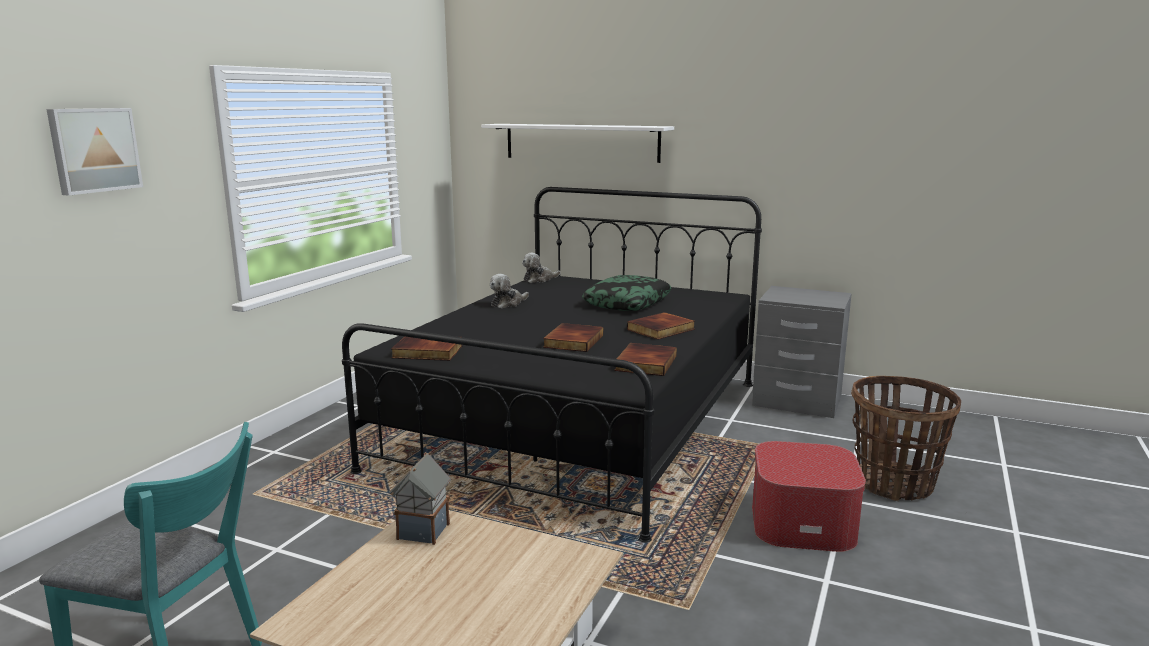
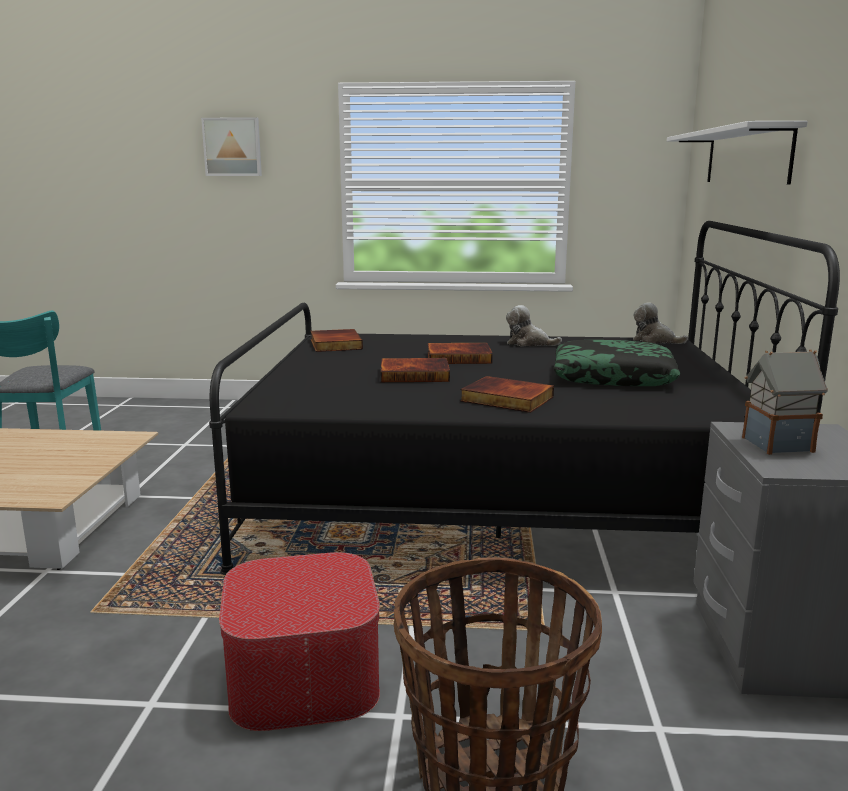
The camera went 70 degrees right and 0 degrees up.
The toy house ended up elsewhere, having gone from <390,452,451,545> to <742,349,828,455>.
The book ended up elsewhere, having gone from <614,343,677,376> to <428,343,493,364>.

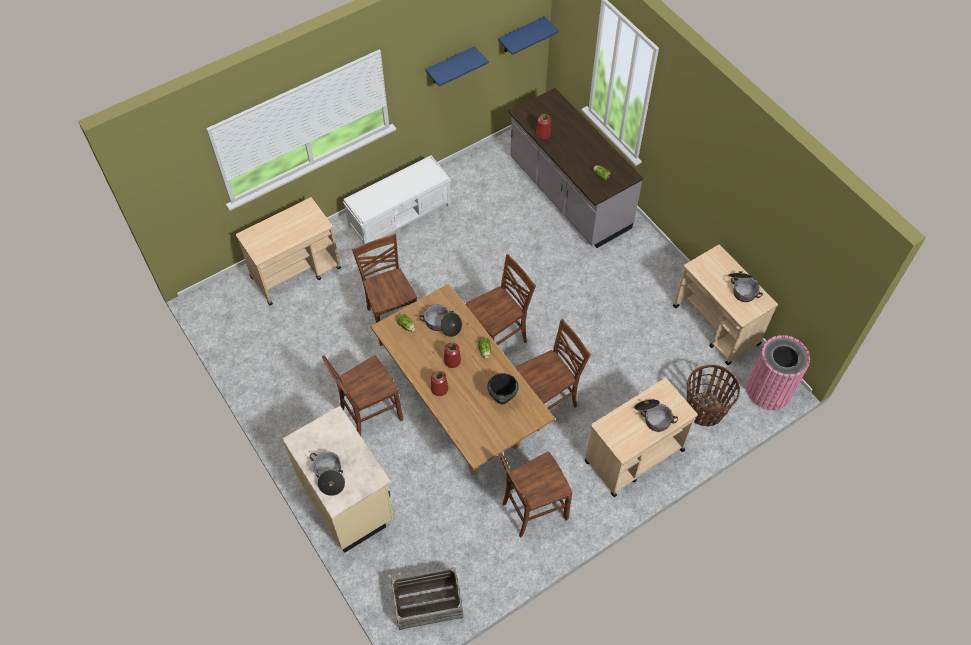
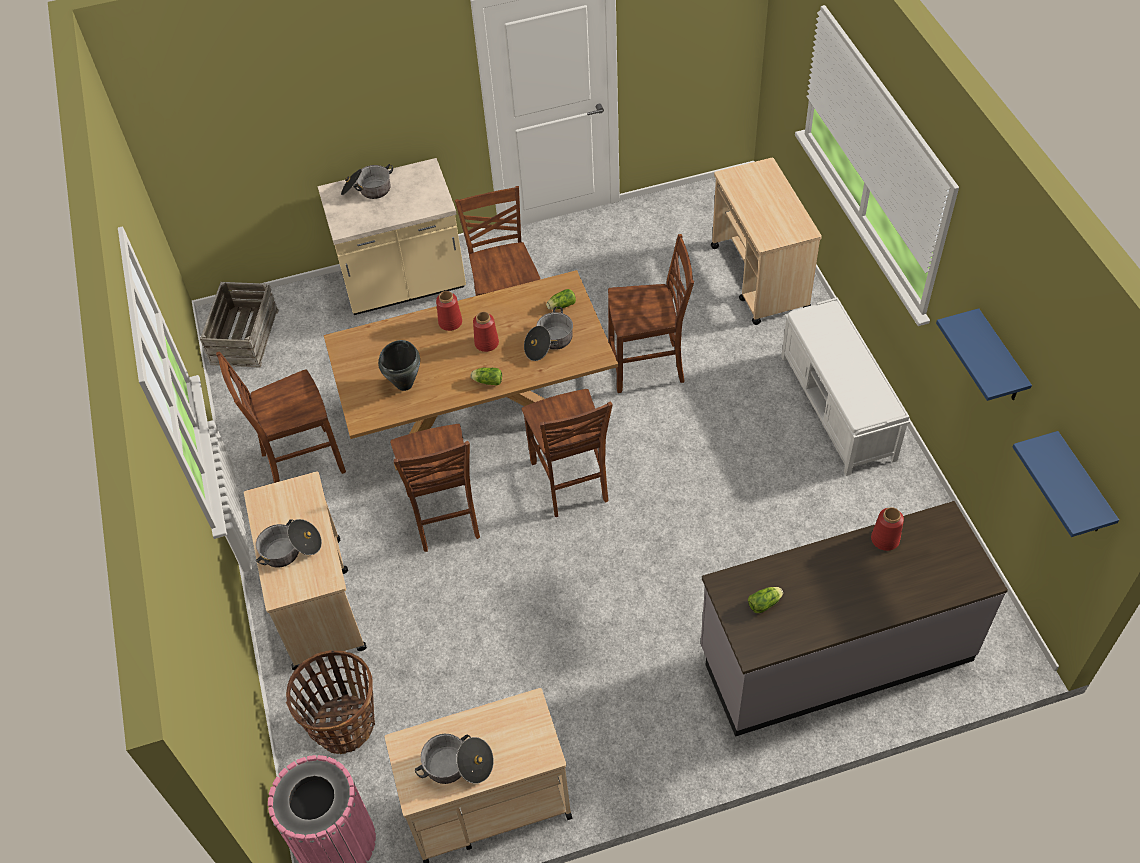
The camera went 110 degrees right and 5 degrees down.
The brown chair at <499,452,572,537> ended up facing another way, 105 degrees counterclockwise from before.

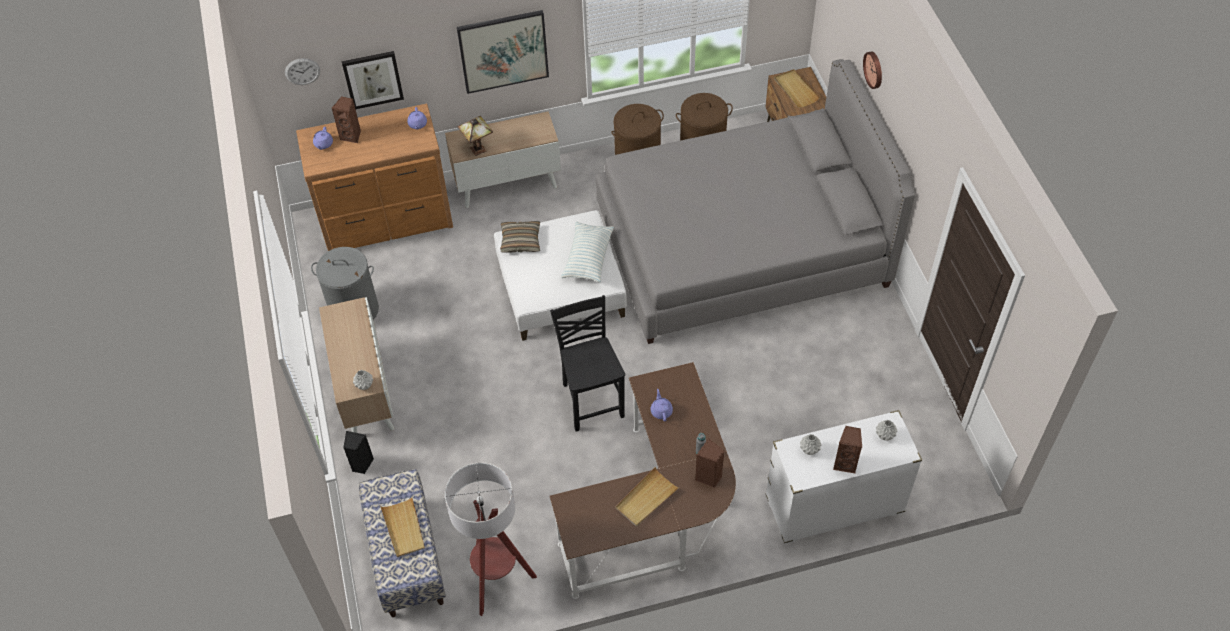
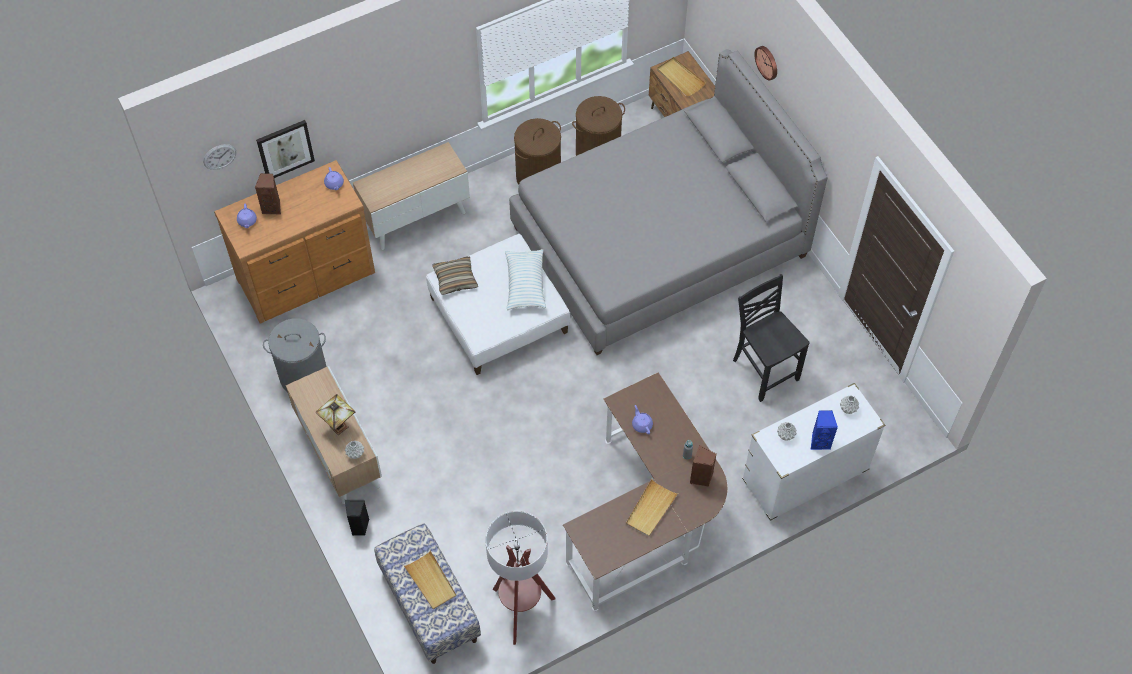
The camera went 15 degrees left and 5 degrees up.
The second view lost the picture at <457,10,549,94>.
The table lamp ended up elsewhere, having gone from <458,116,493,156> to <315,394,356,435>.
The black chair ended up elsewhere, having gone from <550,295,625,432> to <733,274,810,402>.
What was the brown speaker at <833,426,862,474> turned into the blue speaker at <811,410,838,450>.

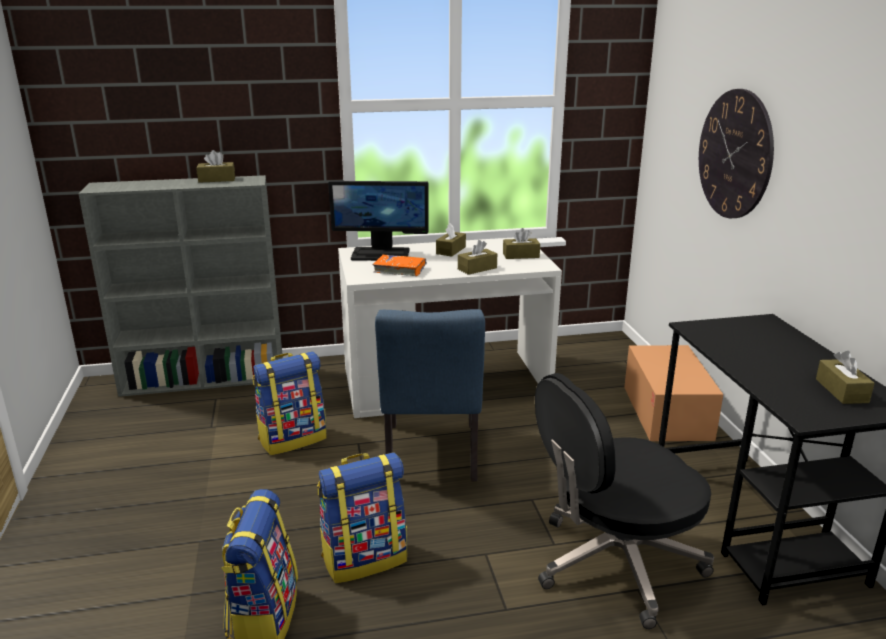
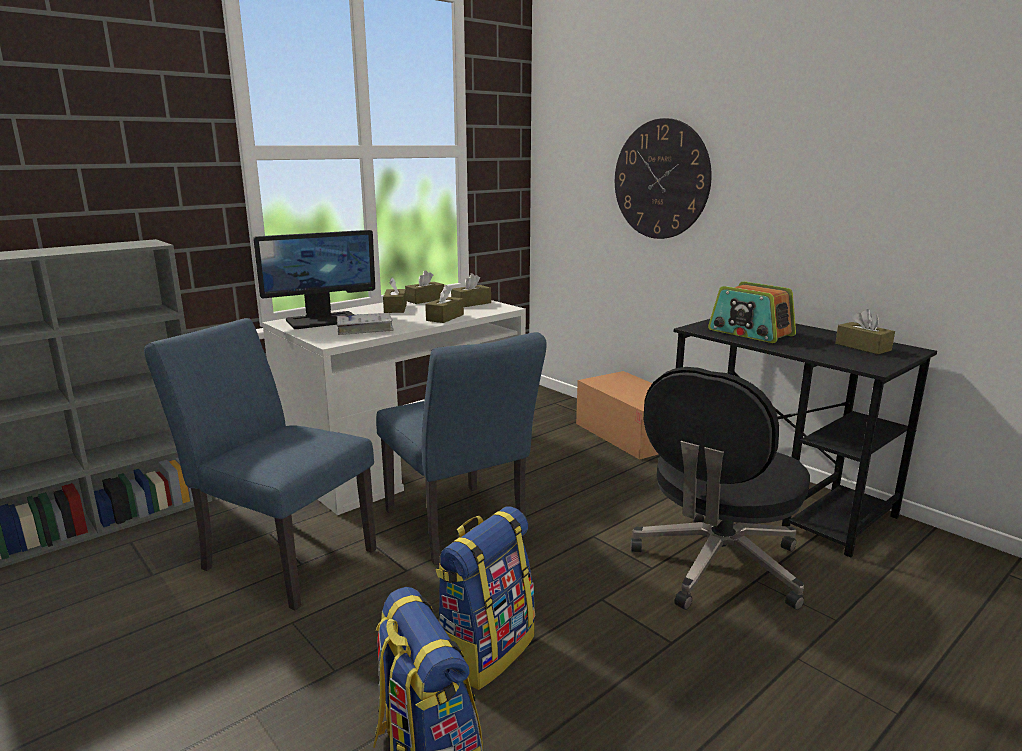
The camera went 30 degrees left and 5 degrees down.
The brown tissue box ended up elsewhere, having gone from <196,150,235,183> to <405,270,444,304>.
Where the backpack stood at <253,351,327,455>, the blue chair came to stand at <144,318,377,611>.
What was the orange book at <373,254,427,276> turned into the white book at <337,313,394,335>.
The second view gained the radio at <708,281,796,343>.

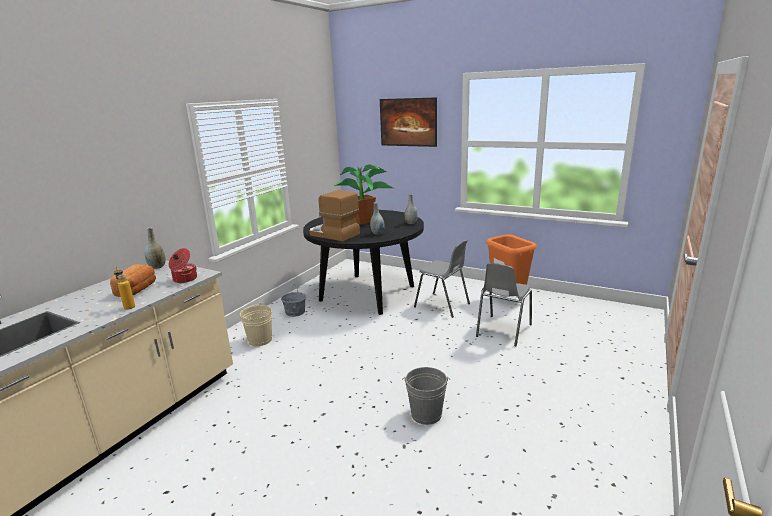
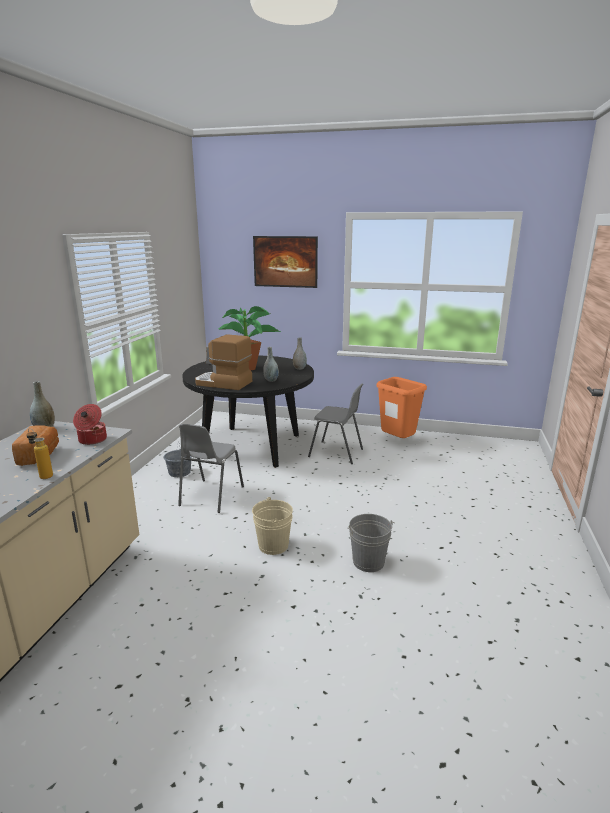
The camera went 15 degrees left and 0 degrees up.
The beige bucket ended up elsewhere, having gone from <240,303,272,346> to <252,497,293,555>.
The grey chair ended up elsewhere, having gone from <476,263,532,347> to <178,424,244,513>.

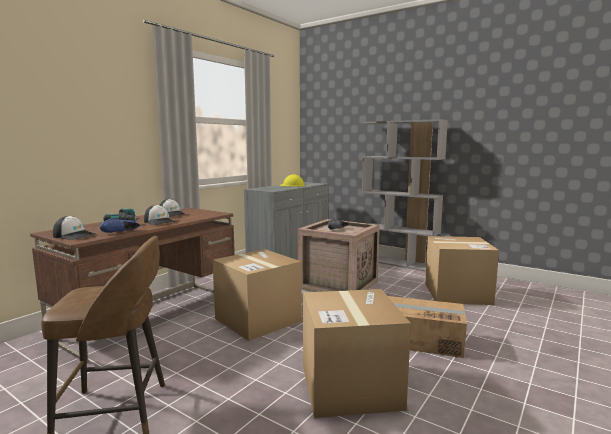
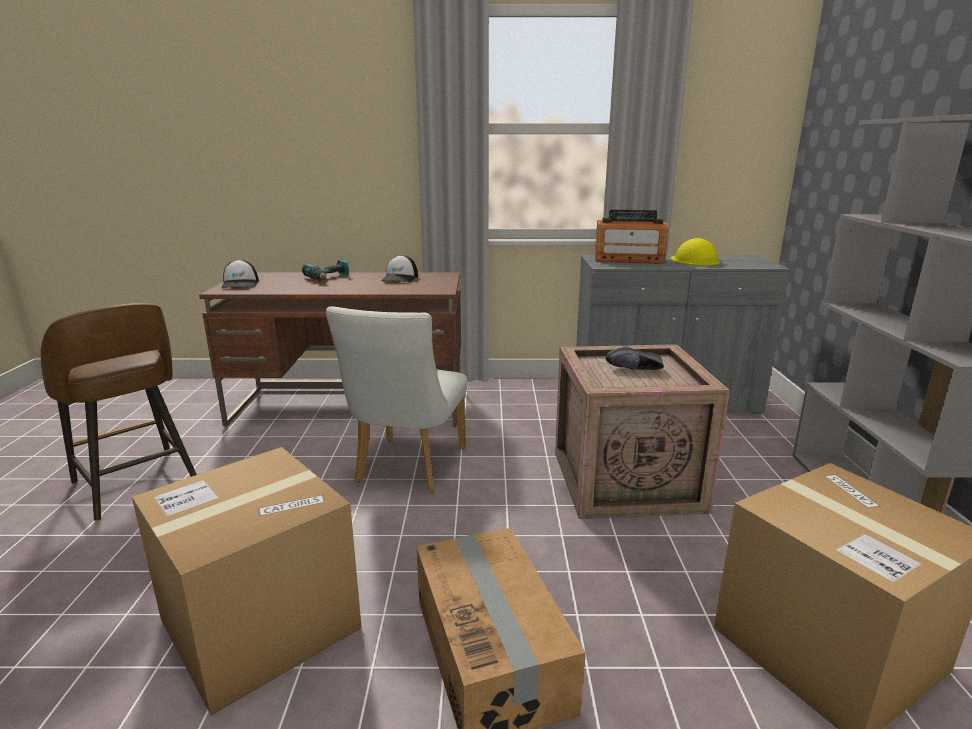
The camera went 55 degrees right and 10 degrees up.
The second view lost the blue shoe at <100,219,140,233>.
The second view lost the cap at <144,205,176,225>.
Where the cardboard box stood at <213,249,302,341>, the white chair came to stand at <326,306,467,493>.
The second view gained the radio at <595,210,668,264>.

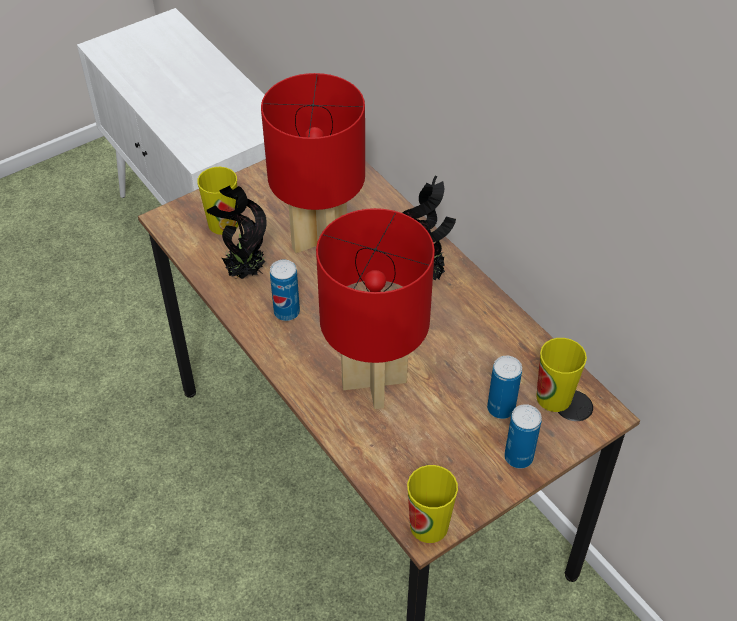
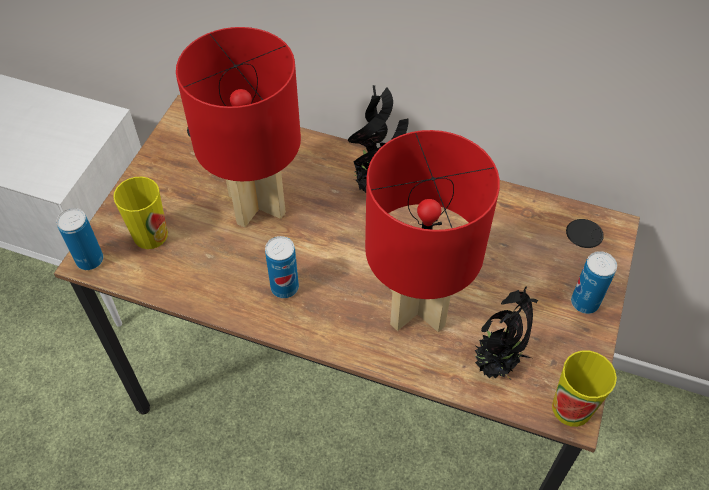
The camera went 35 degrees left and 5 degrees up.
The potted plant ended up elsewhere, having gone from <207,186,267,279> to <473,287,538,380>.
The can ended up elsewhere, having gone from <487,356,522,419> to <57,208,103,270>.
The second view lost the cup at <536,338,587,412>.

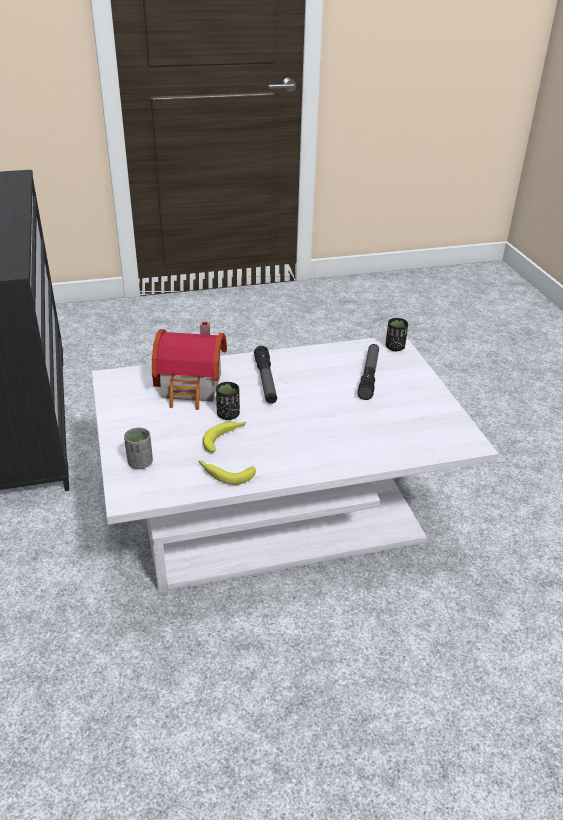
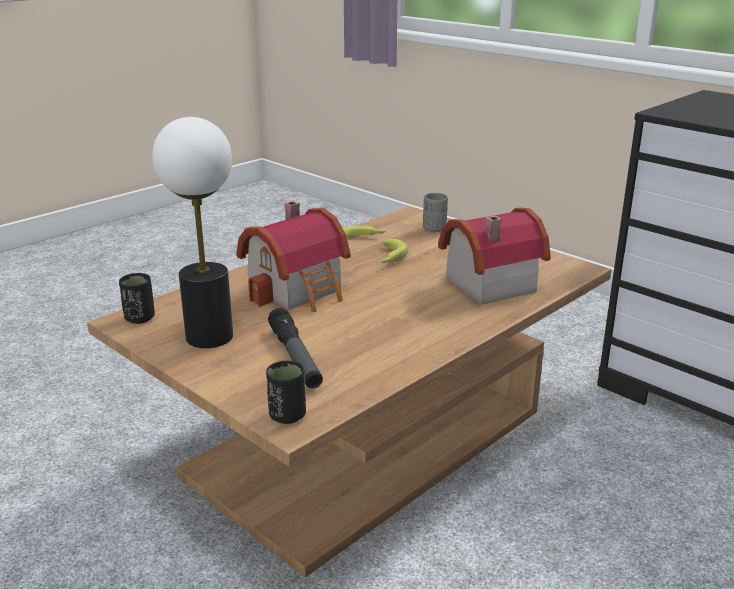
The camera went 150 degrees right and 10 degrees down.
What was the white coffee table at <92,336,499,592> turned into the brown coffee table at <87,206,611,577>.
The black cup ended up elsewhere, having gone from <216,382,240,420> to <119,273,155,324>.
The second view lost the flashlight at <254,346,277,404>.
The second view gained the table lamp at <152,117,233,348>.
The second view gained the toy house at <236,201,350,312>.

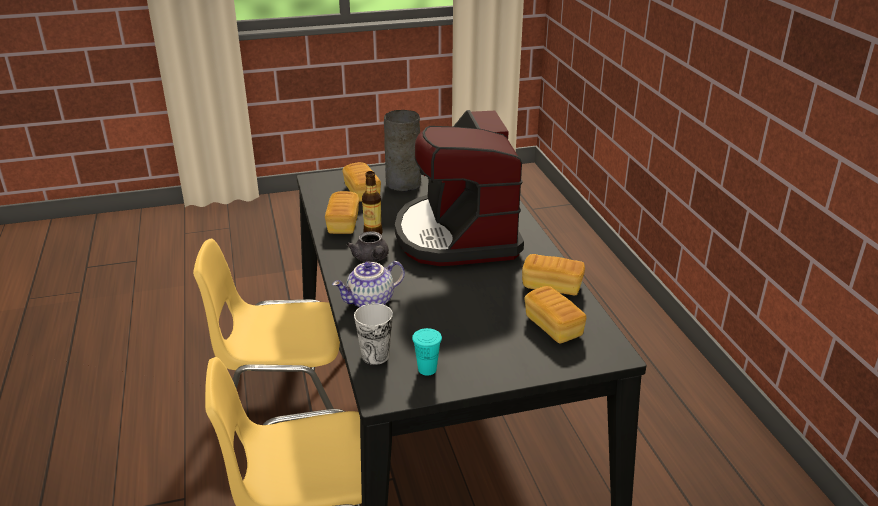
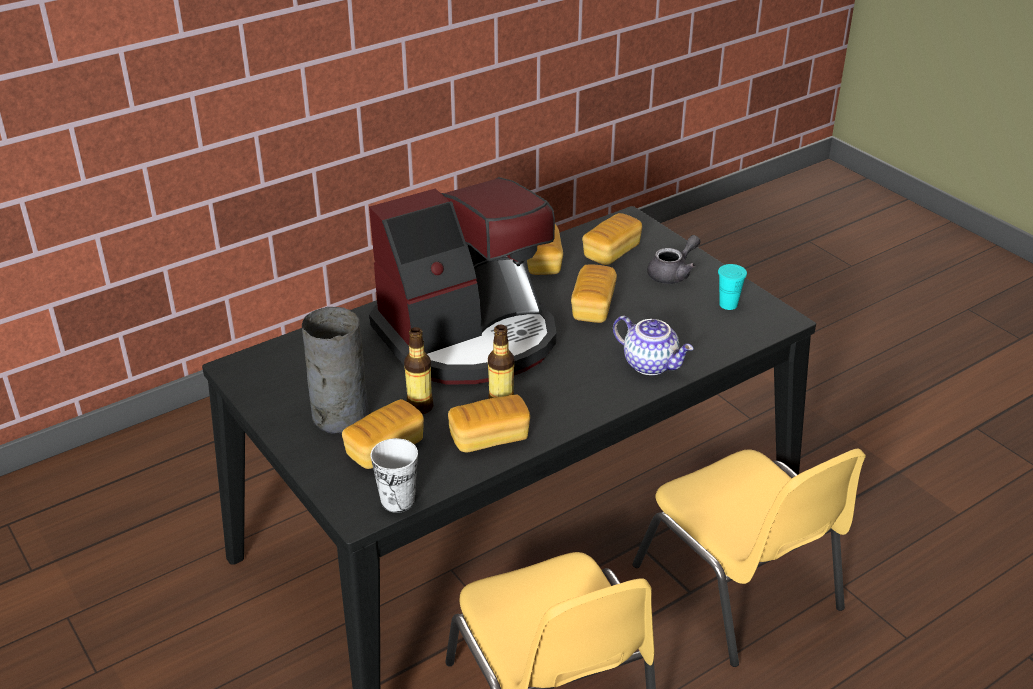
The camera went 110 degrees left and 5 degrees up.
The grey teapot ended up elsewhere, having gone from <347,231,389,262> to <647,235,700,284>.
The cup ended up elsewhere, having gone from <354,303,393,365> to <371,438,418,513>.
The second view gained the bottle at <404,327,433,414>.
The second view gained the bread at <571,264,617,323>.

